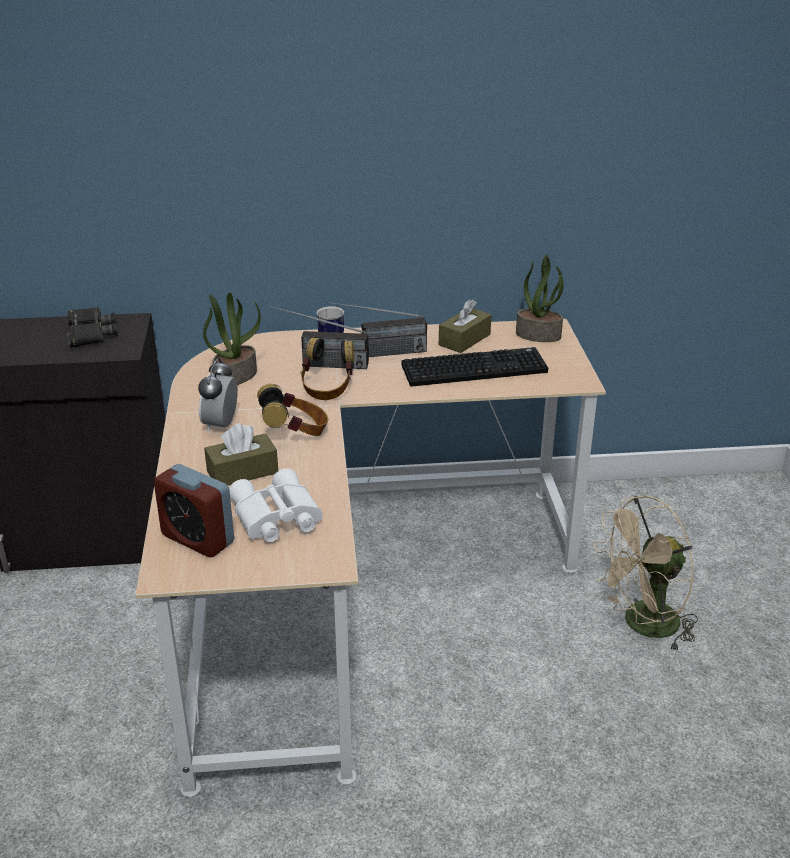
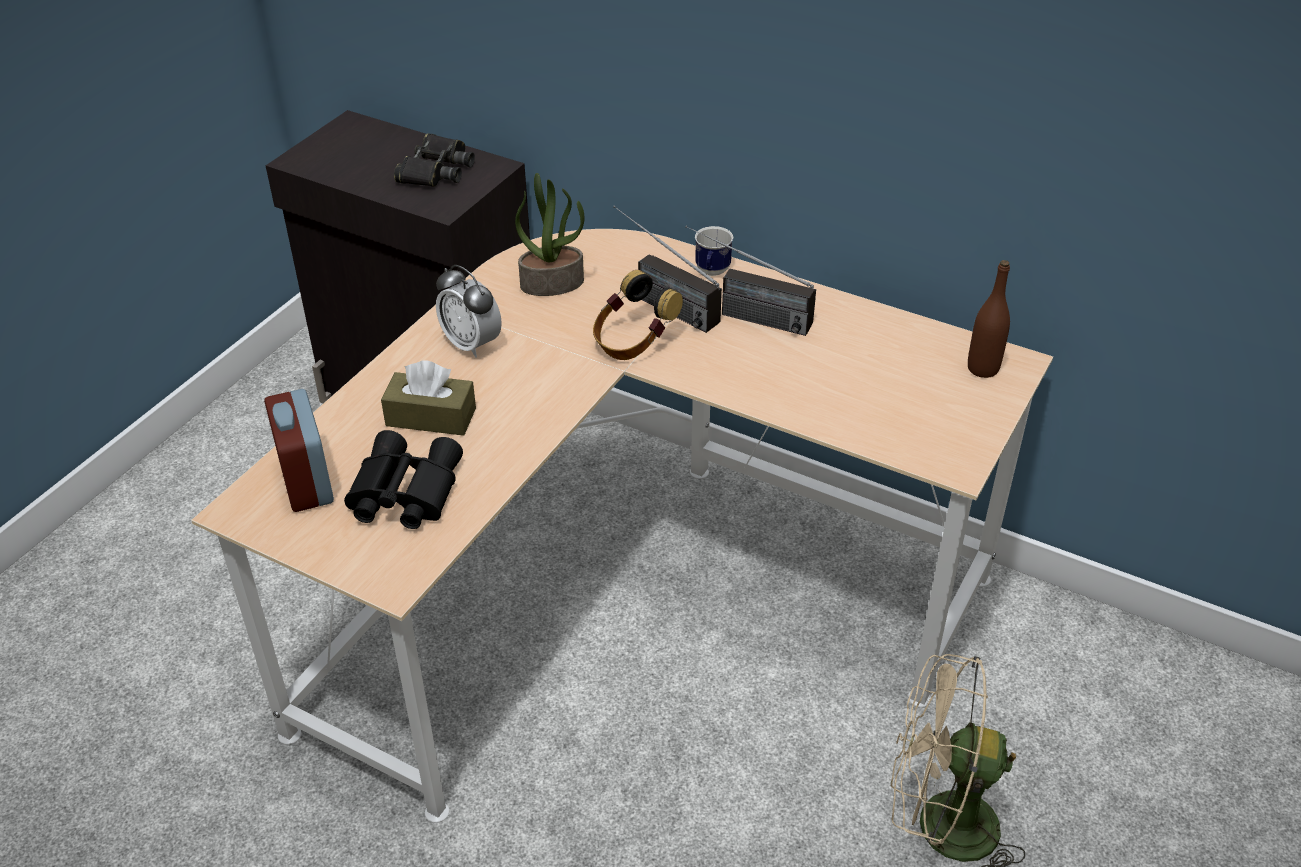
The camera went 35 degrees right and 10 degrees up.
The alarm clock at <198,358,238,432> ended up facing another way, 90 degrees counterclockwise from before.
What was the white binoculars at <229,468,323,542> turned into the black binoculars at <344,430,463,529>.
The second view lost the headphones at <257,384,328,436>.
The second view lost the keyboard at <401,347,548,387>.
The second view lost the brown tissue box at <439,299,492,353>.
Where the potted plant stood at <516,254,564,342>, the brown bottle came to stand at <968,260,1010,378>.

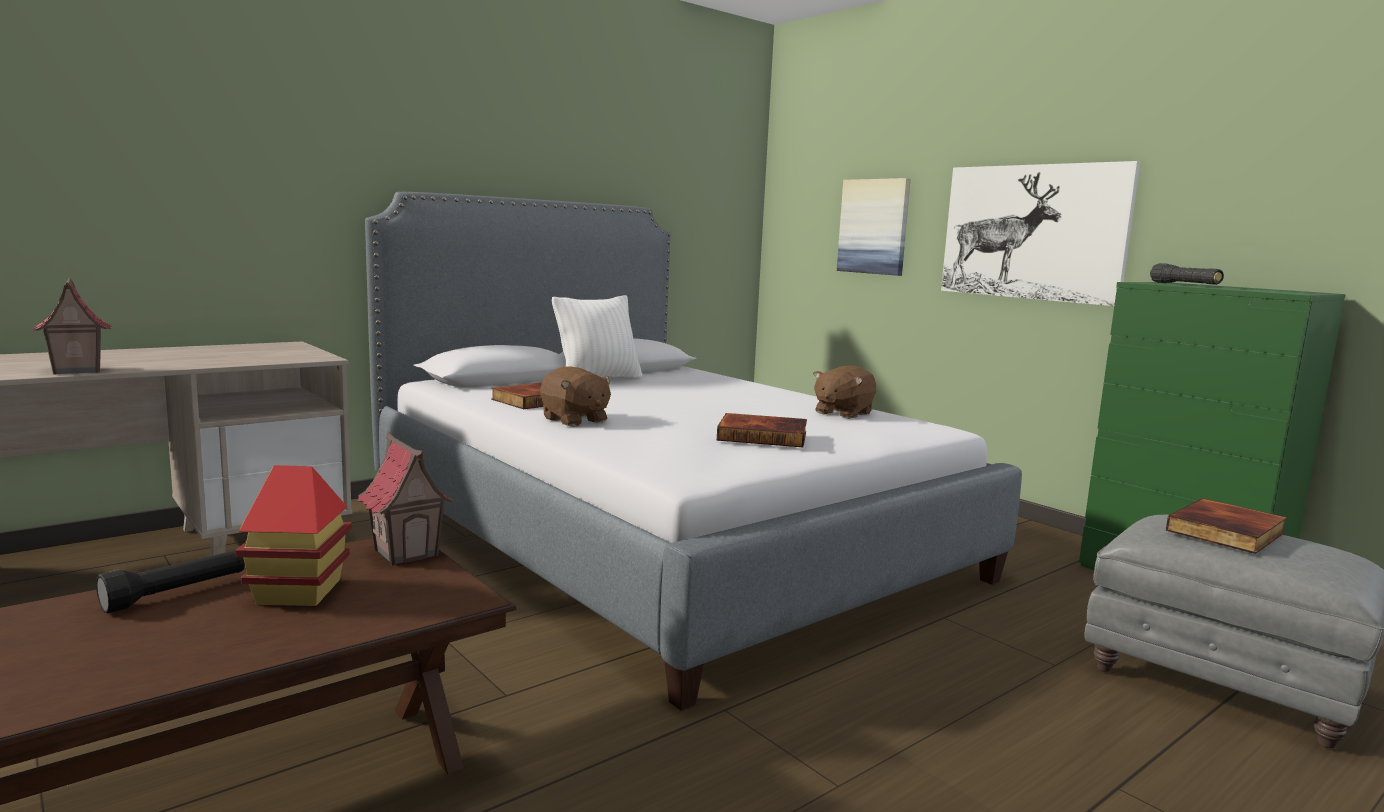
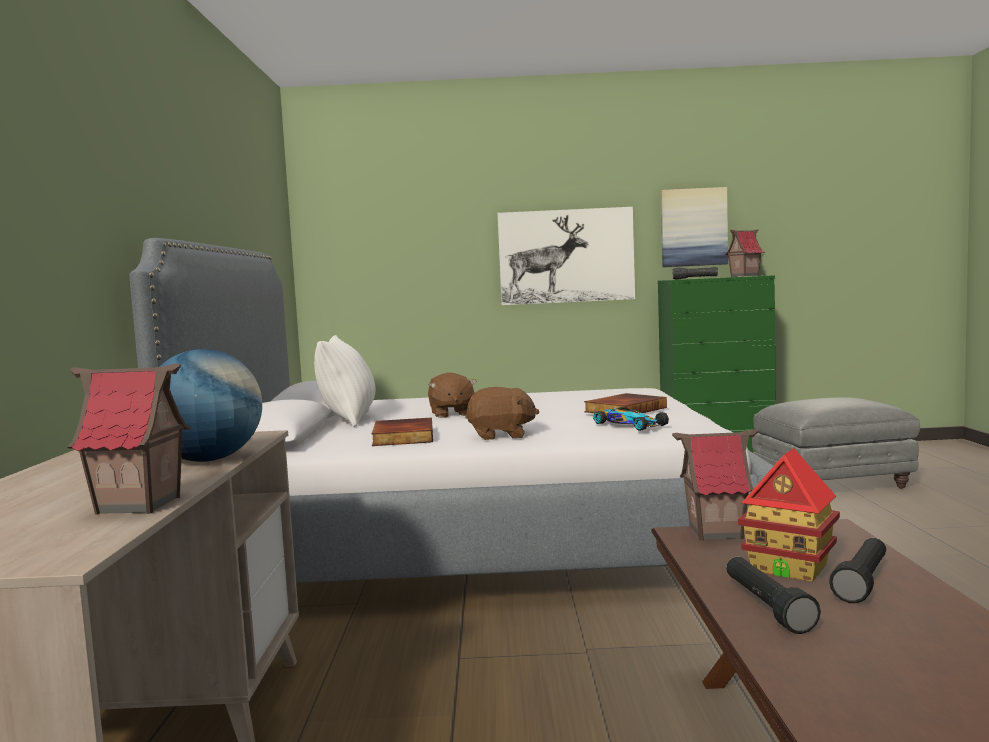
The camera went 50 degrees left and 5 degrees down.
The brown plush toy ended up elsewhere, having gone from <813,365,876,419> to <428,372,476,418>.
The picture ended up elsewhere, having gone from <837,178,911,276> to <661,187,728,267>.
The second view lost the book at <1166,498,1287,554>.
The second view gained the globe at <159,349,262,462>.
The second view gained the toy car at <593,407,669,431>.
The second view gained the toy house at <725,229,764,277>.
The second view gained the black flashlight at <829,538,886,603>.

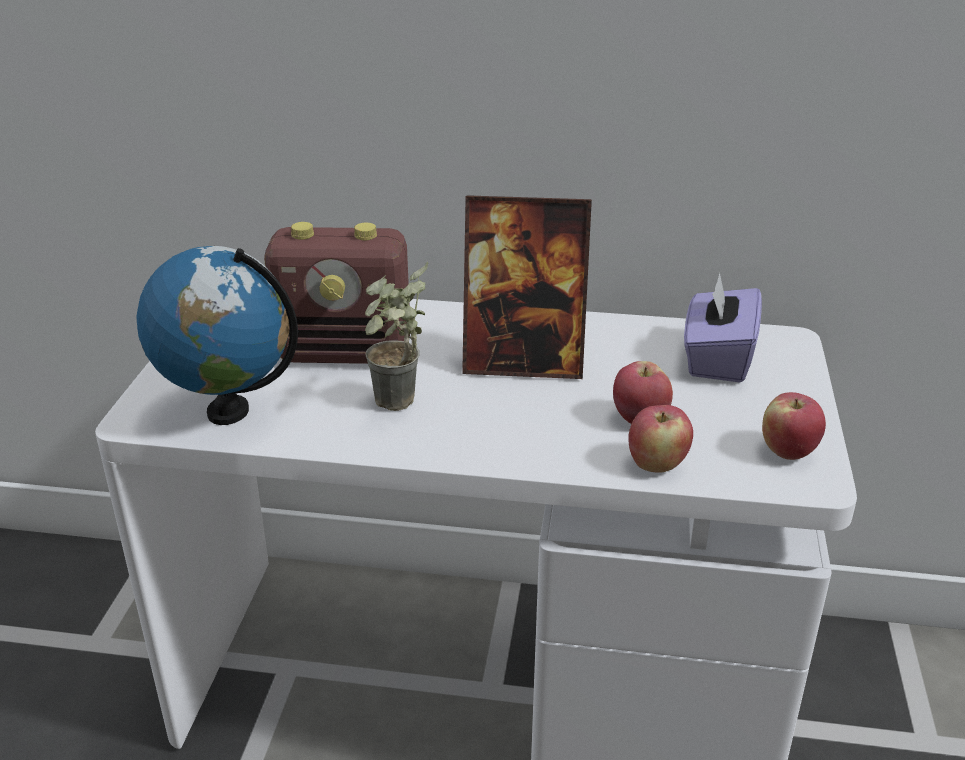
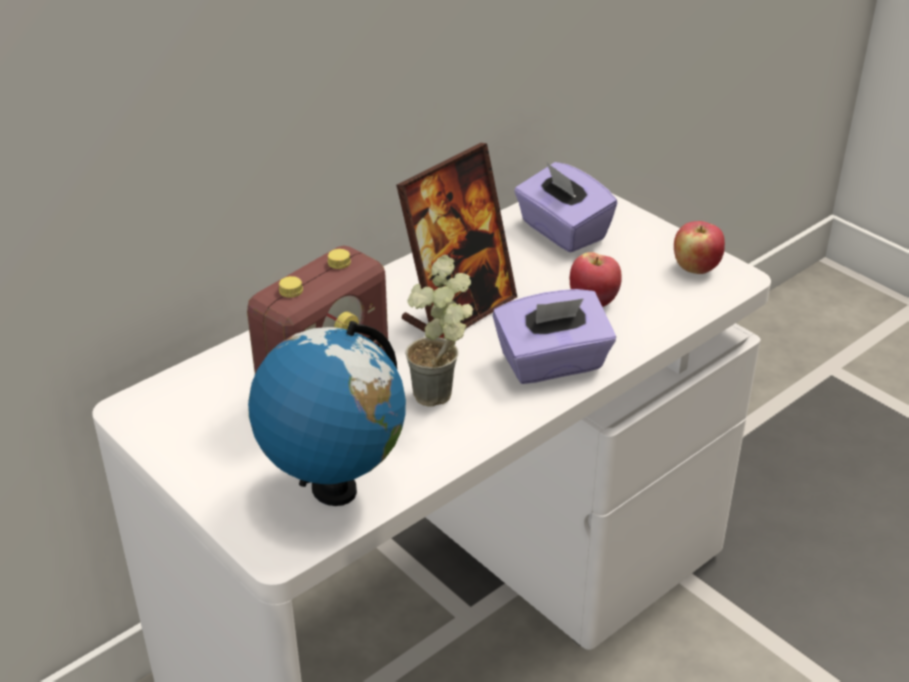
The camera went 50 degrees left and 5 degrees up.
The second view lost the apple at <628,405,693,473>.
The second view gained the purple tissue box at <493,289,616,384>.

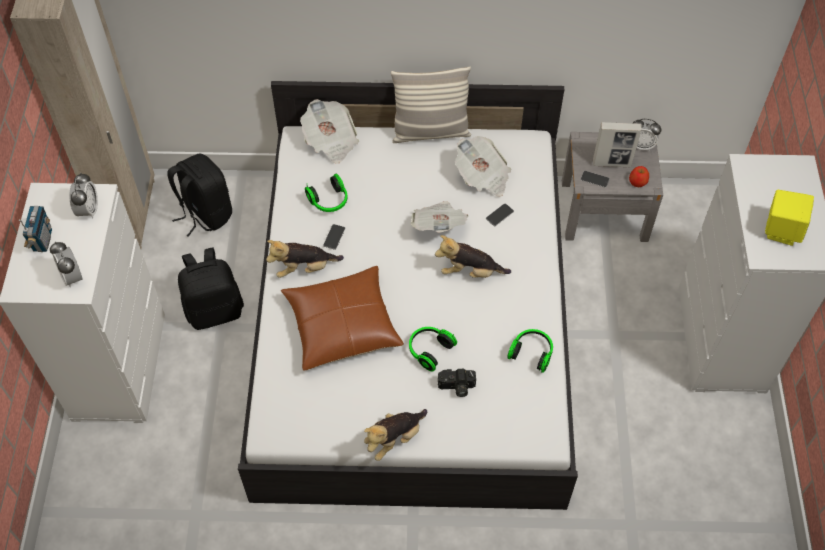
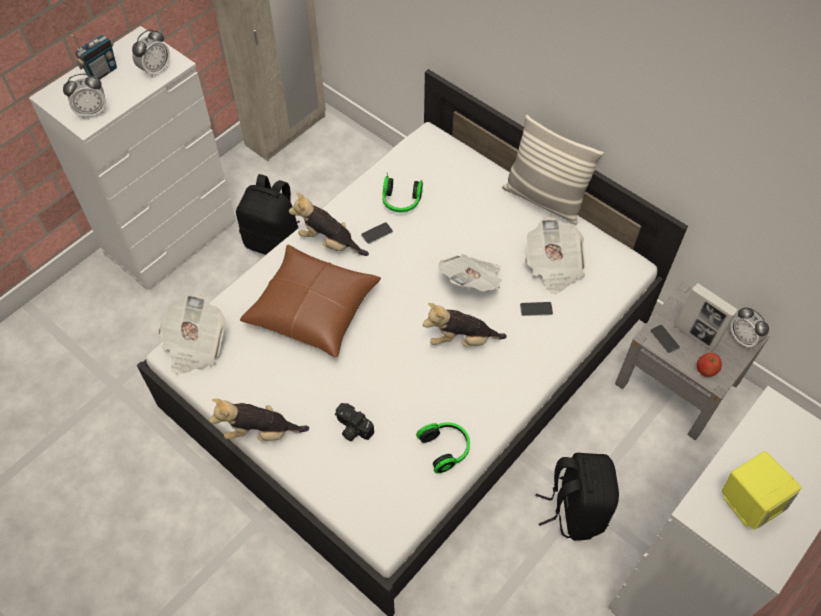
The camera went 40 degrees right and 0 degrees up.
The alarm clock at <50,241,82,288> ended up facing another way, 120 degrees counterclockwise from before.
The black backpack ended up elsewhere, having gone from <167,154,232,237> to <536,453,619,541>.
The newspaper ended up elsewhere, having gone from <300,99,359,163> to <159,294,226,374>.
The second view lost the headphones at <409,327,457,371>.
The plush toy at <435,235,511,278> ended up facing another way, 45 degrees counterclockwise from before.

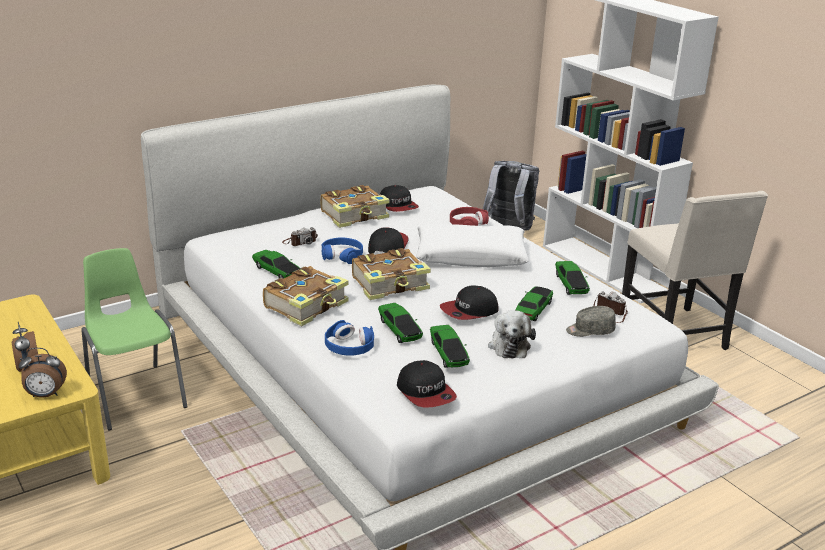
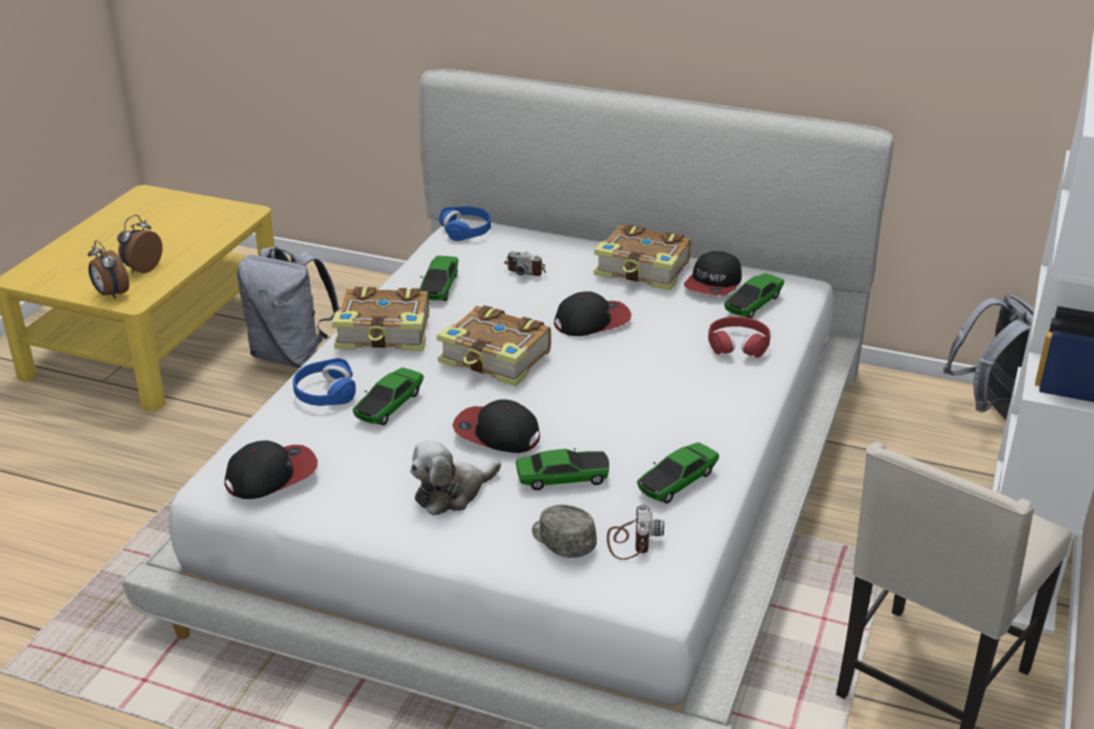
The camera went 55 degrees right and 5 degrees up.
Where the green chair stood at <81,248,188,430>, the grey backpack came to stand at <237,246,340,368>.
The blue headphones ended up elsewhere, having gone from <322,238,363,264> to <439,206,491,241>.
The cap at <397,360,457,408> ended up facing another way, 150 degrees counterclockwise from before.
The second view lost the white pillow at <416,224,529,267>.
The toy car ended up elsewhere, having gone from <430,325,470,368> to <724,273,784,318>.

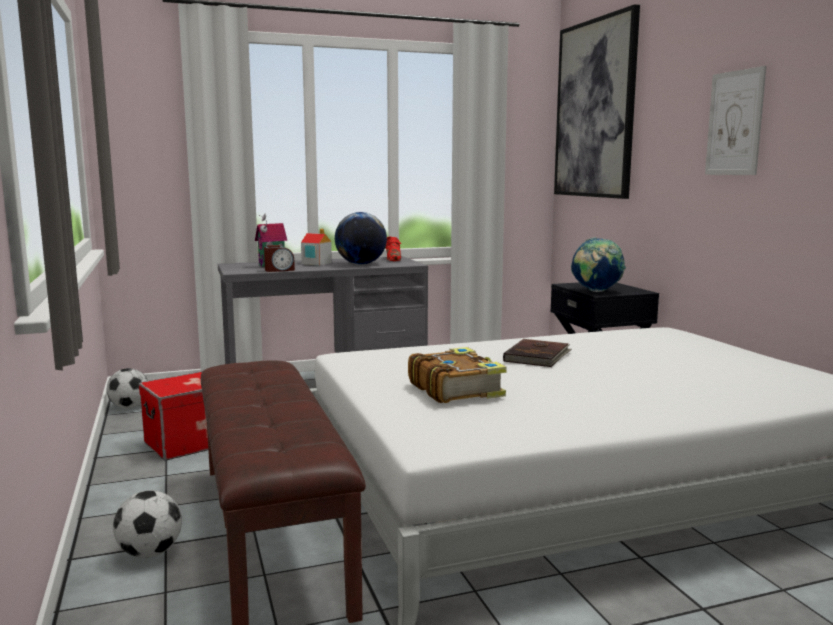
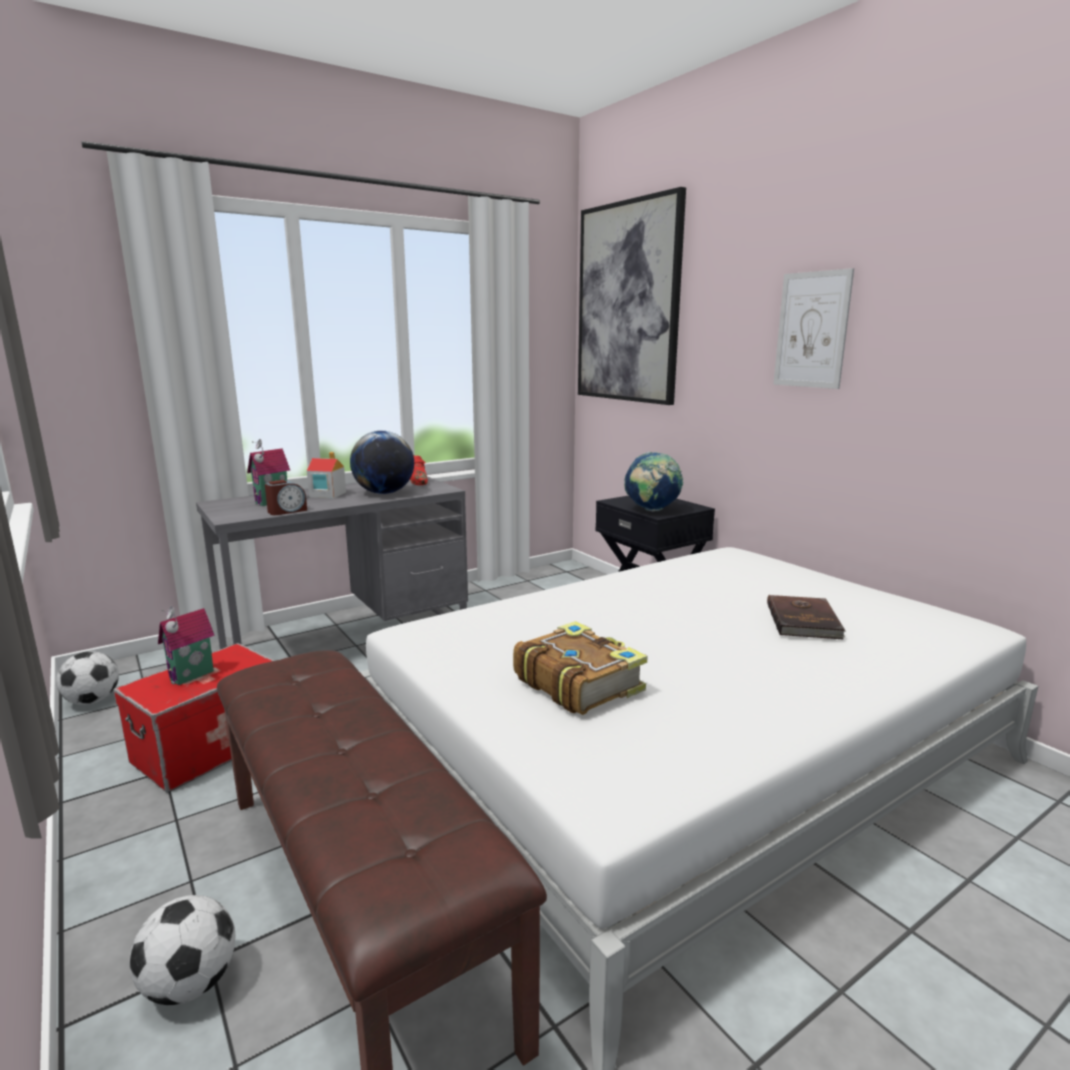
The camera went 15 degrees left and 5 degrees up.
The brown book ended up elsewhere, having gone from <503,339,572,367> to <767,595,846,639>.
The second view gained the toy house at <158,606,215,685>.

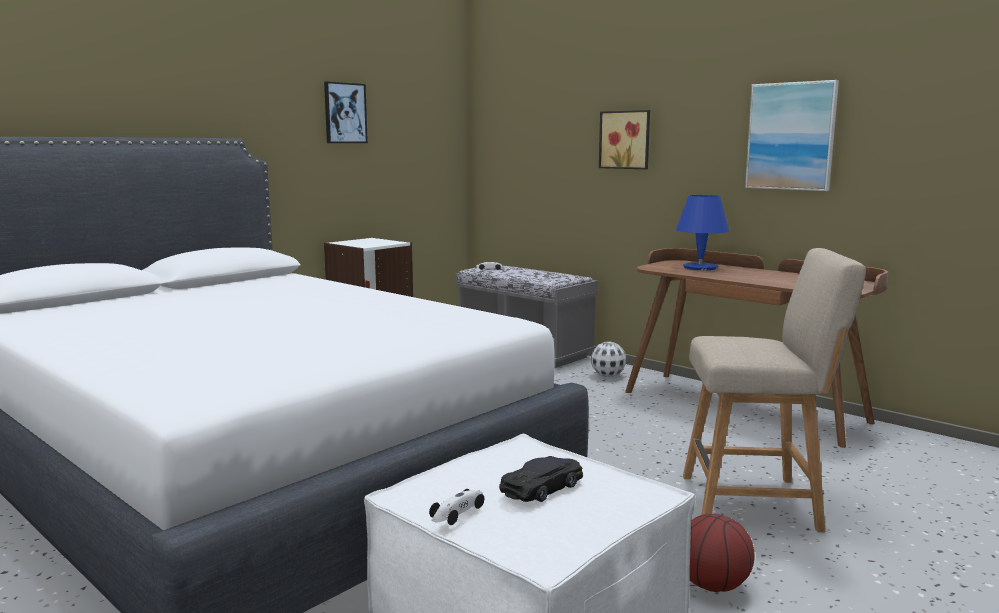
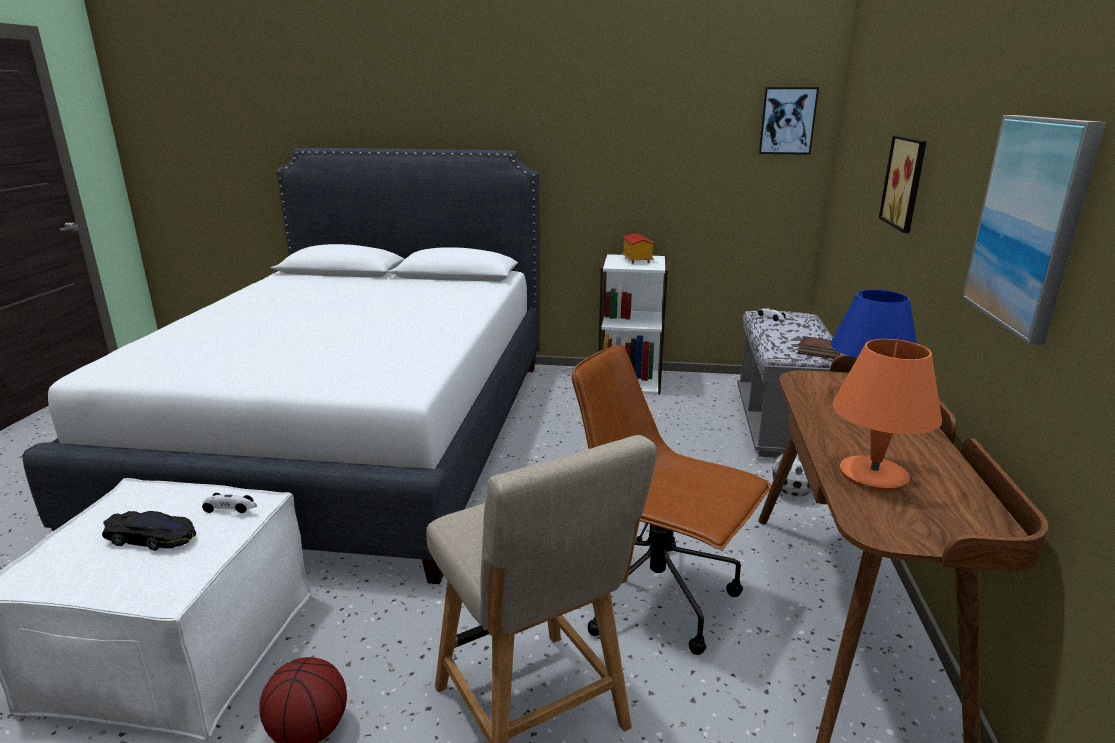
The camera went 55 degrees right and 10 degrees up.
The picture ended up elsewhere, having gone from <324,81,368,143> to <759,87,819,155>.
The toy car ended up elsewhere, having gone from <429,489,484,525> to <202,493,257,513>.
The second view gained the brown office chair at <572,345,771,655>.
The second view gained the toy house at <622,233,654,264>.
The second view gained the book at <797,336,841,359>.
The second view gained the orange table lamp at <832,339,942,491>.

